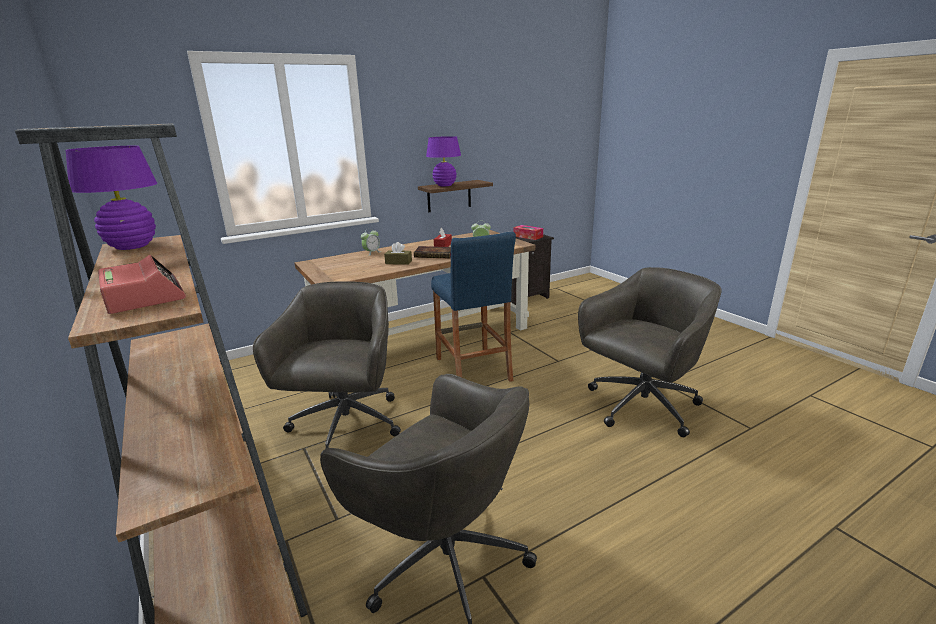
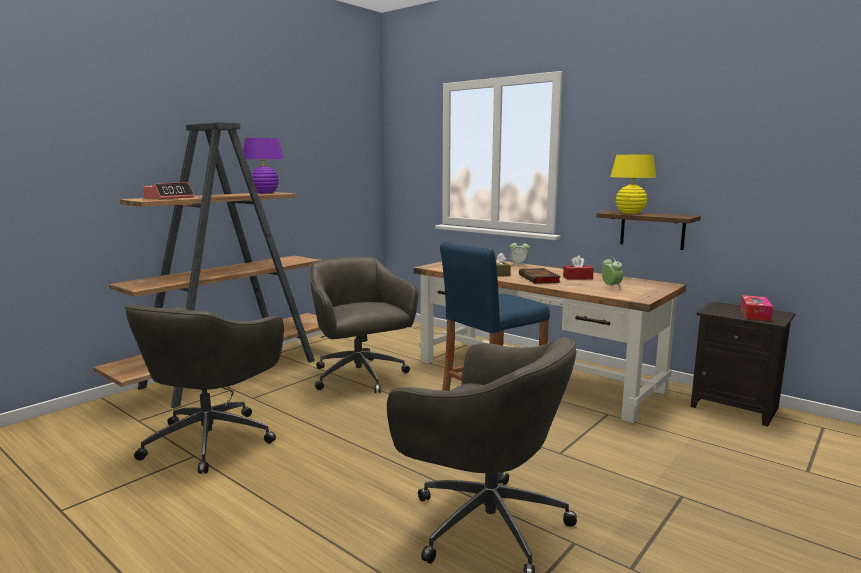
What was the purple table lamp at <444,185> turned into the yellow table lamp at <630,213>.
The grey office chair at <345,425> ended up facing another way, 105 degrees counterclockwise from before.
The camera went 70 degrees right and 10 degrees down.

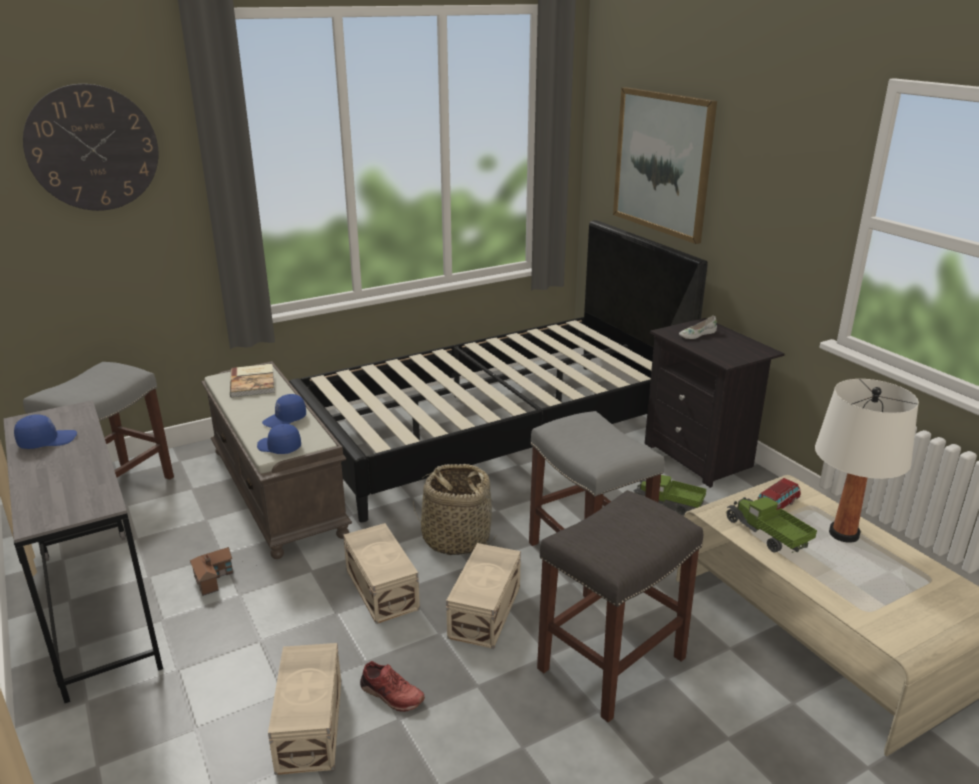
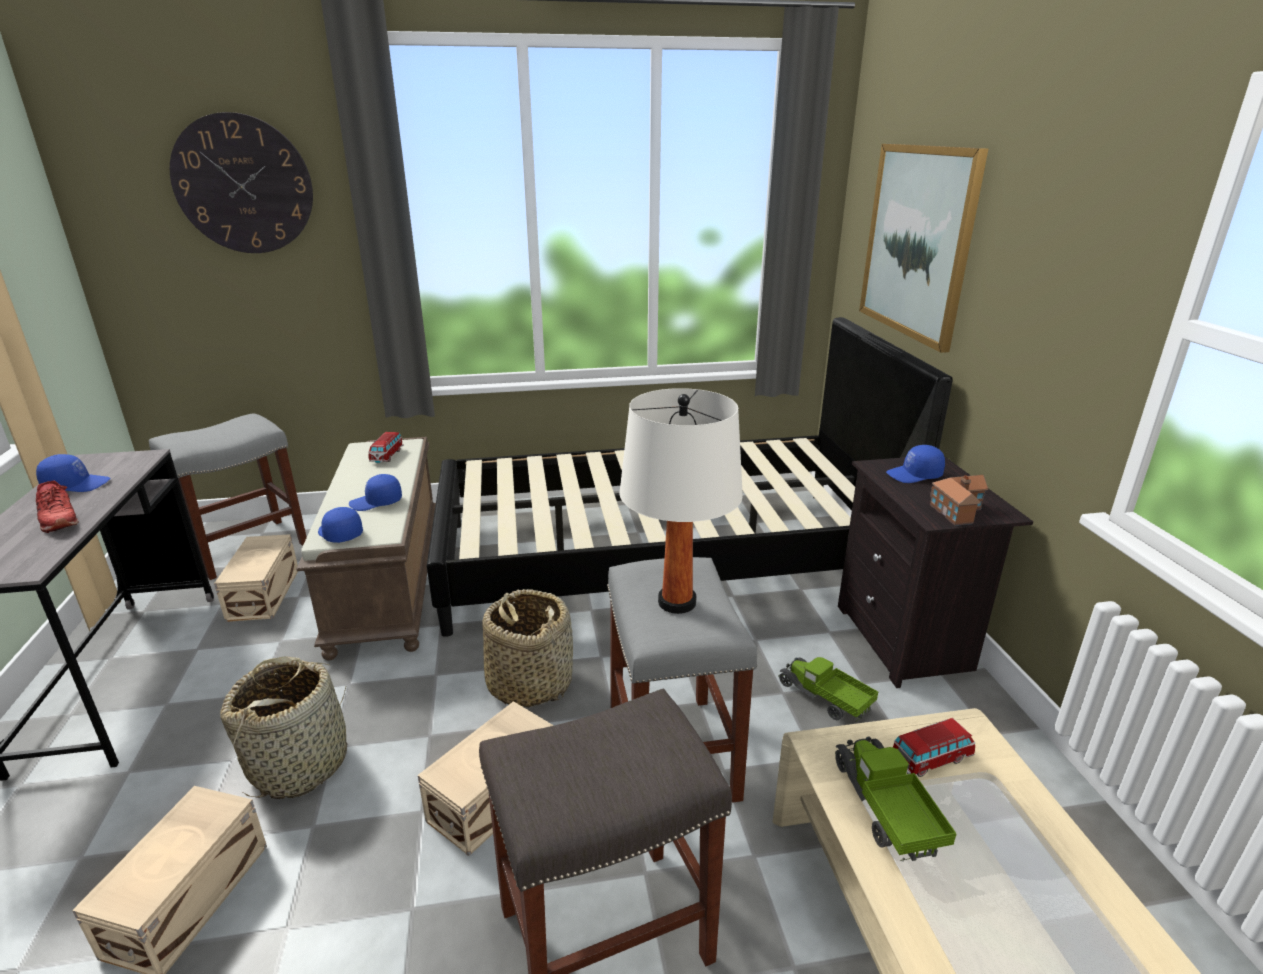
The second view gained the basket at <300,763>.
The toy house ended up elsewhere, having gone from <213,576> to <956,509>.
The beige storage box ended up elsewhere, having gone from <382,588> to <265,593>.
The red shoe ended up elsewhere, having gone from <391,695> to <58,519>.
The white table lamp ended up elsewhere, having gone from <844,534> to <677,602>.
Where the book stood at <254,382>, the toy car came to stand at <387,456>.
Where the white shoe stood at <696,334>, the blue cap came to stand at <914,475>.
The camera went 20 degrees right and 0 degrees up.

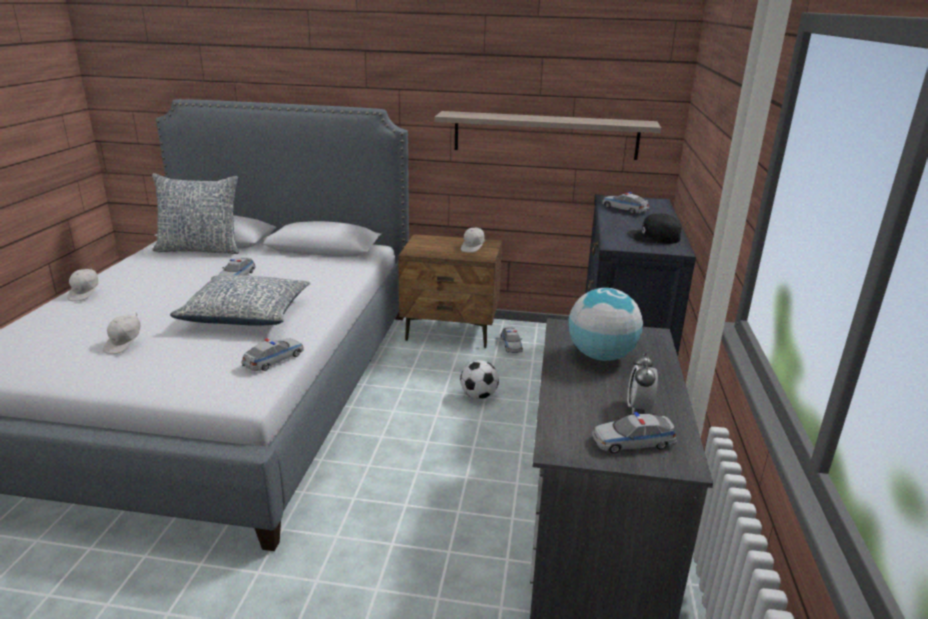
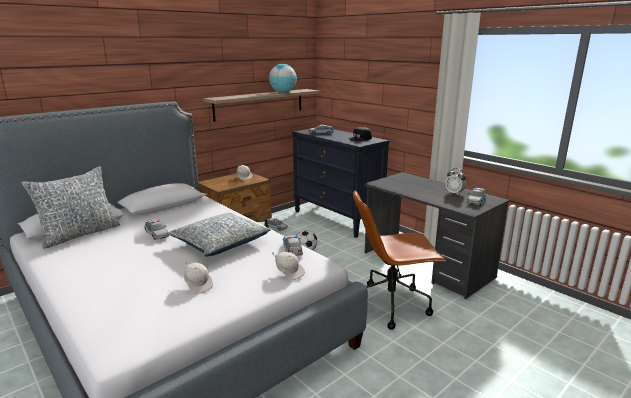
The second view gained the brown office chair at <391,304>.
The white cap ended up elsewhere, having gone from <86,294> to <289,272>.
The globe ended up elsewhere, having gone from <600,356> to <283,92>.
The camera went 50 degrees left and 5 degrees down.

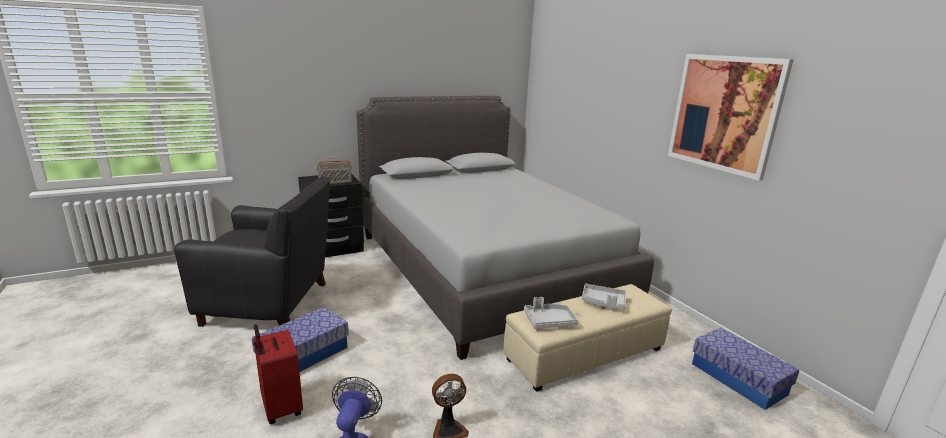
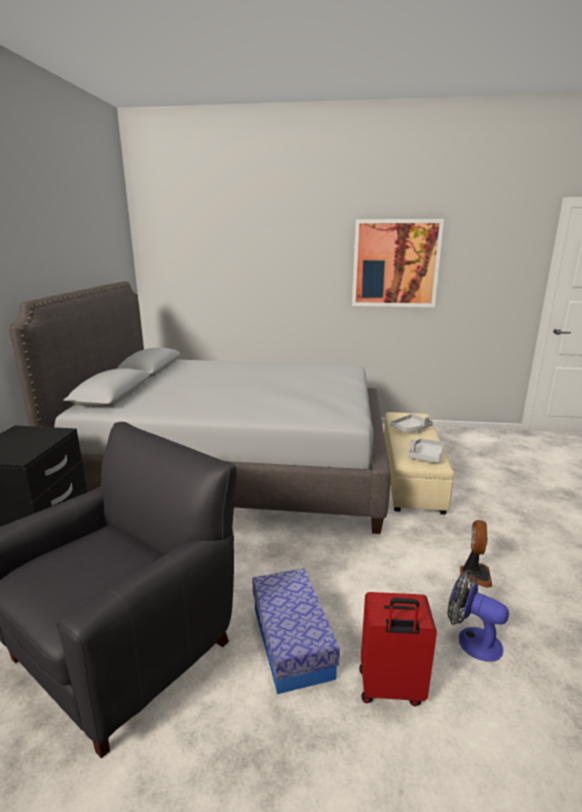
The second view lost the radio at <335,183>.
The second view lost the storage box at <738,378>.
The camera went 55 degrees left and 0 degrees up.

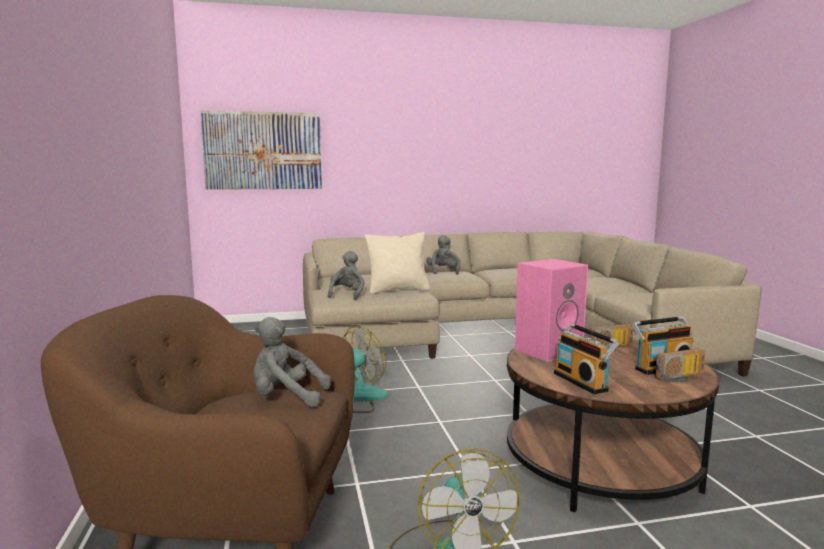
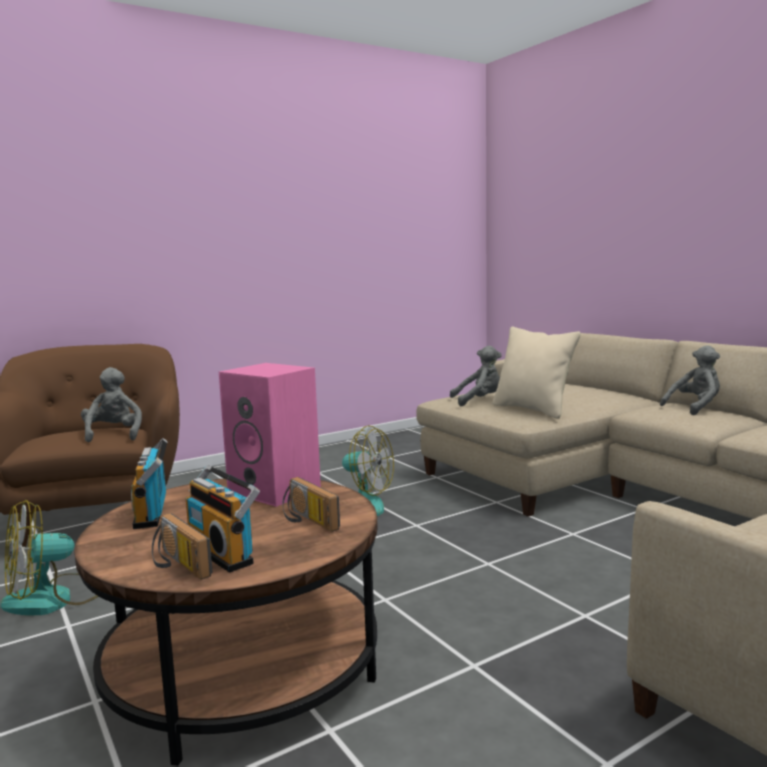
The second view lost the picture at <263,151>.
The radio at <582,381> ended up facing another way, 60 degrees counterclockwise from before.
The camera went 70 degrees right and 0 degrees up.

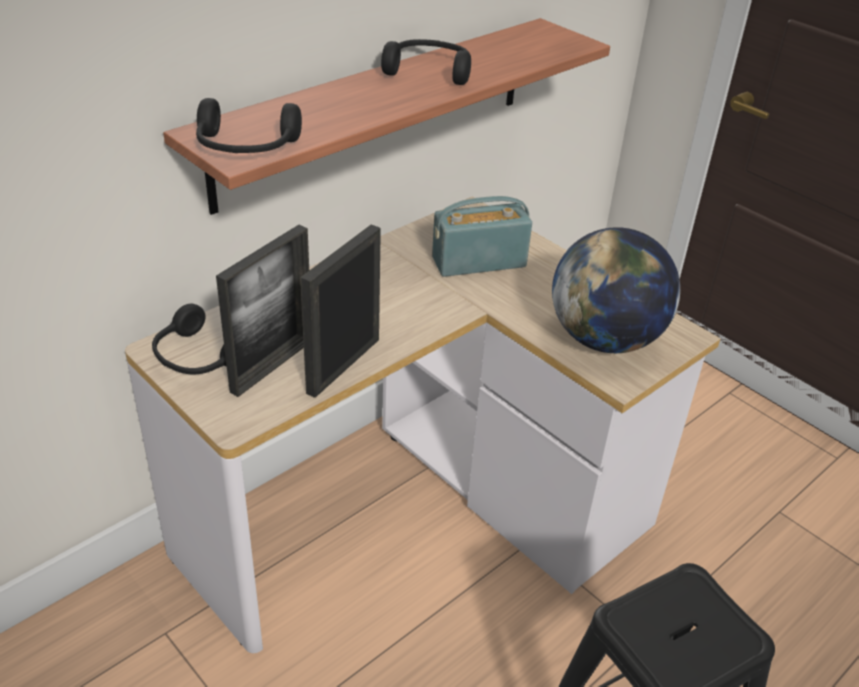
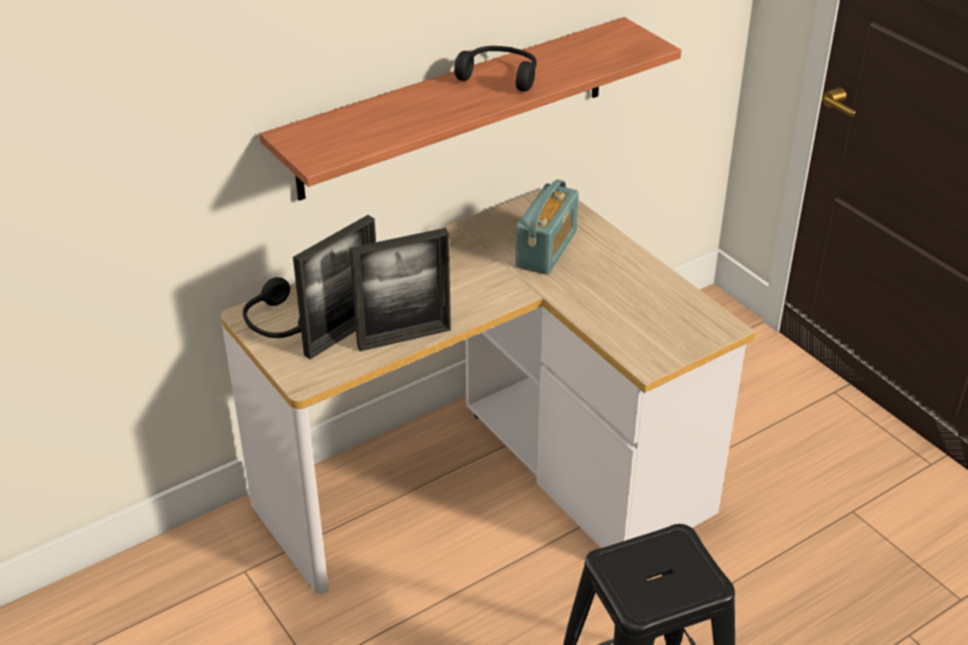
The second view lost the black headphones at <246,148>.
The second view lost the globe at <605,339>.
The picture frame at <343,365> ended up facing another way, 150 degrees counterclockwise from before.
The radio at <478,262> ended up facing another way, 120 degrees clockwise from before.
The camera went 10 degrees right and 0 degrees up.

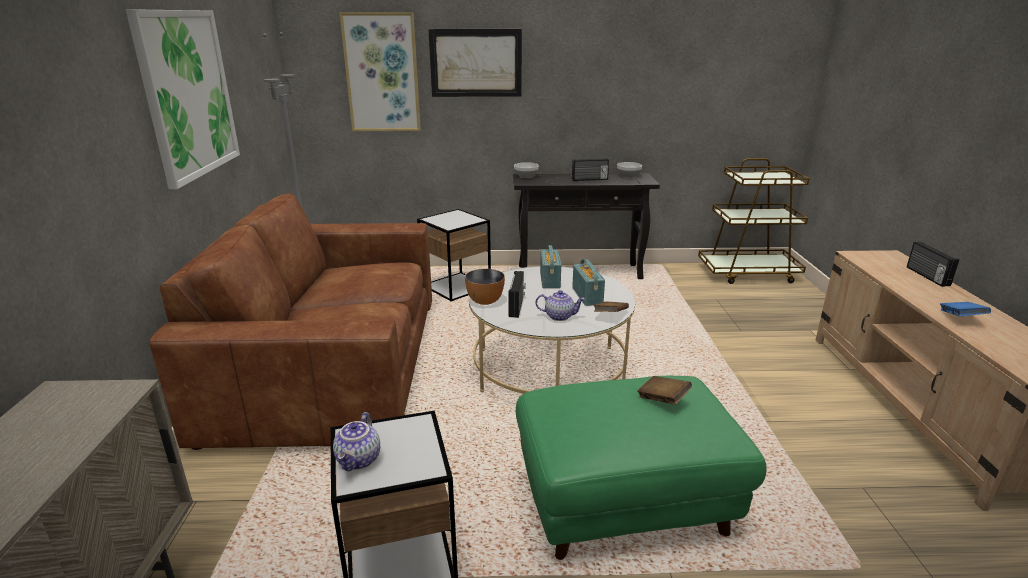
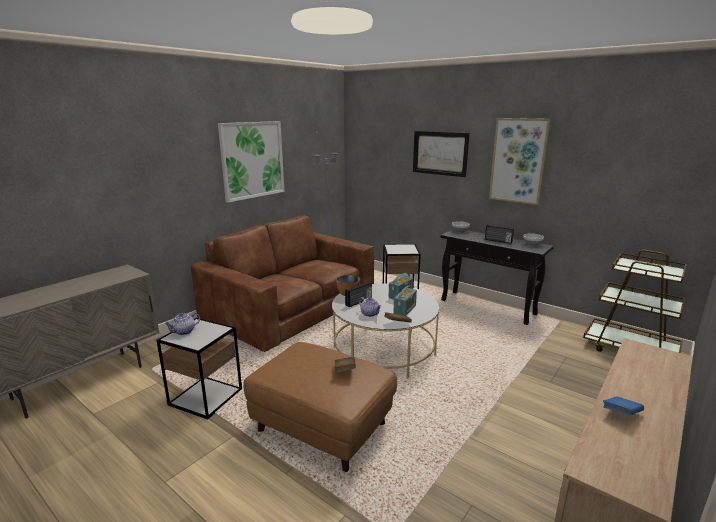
The second view lost the radio at <926,276>.
The picture ended up elsewhere, having gone from <382,73> to <518,161>.
What was the green ottoman at <624,502> turned into the brown ottoman at <321,427>.
The camera went 40 degrees right and 5 degrees down.

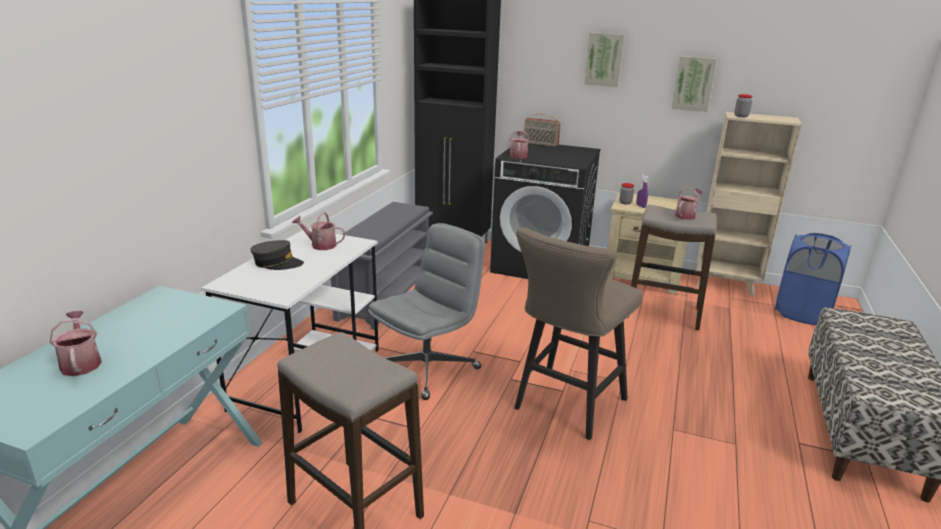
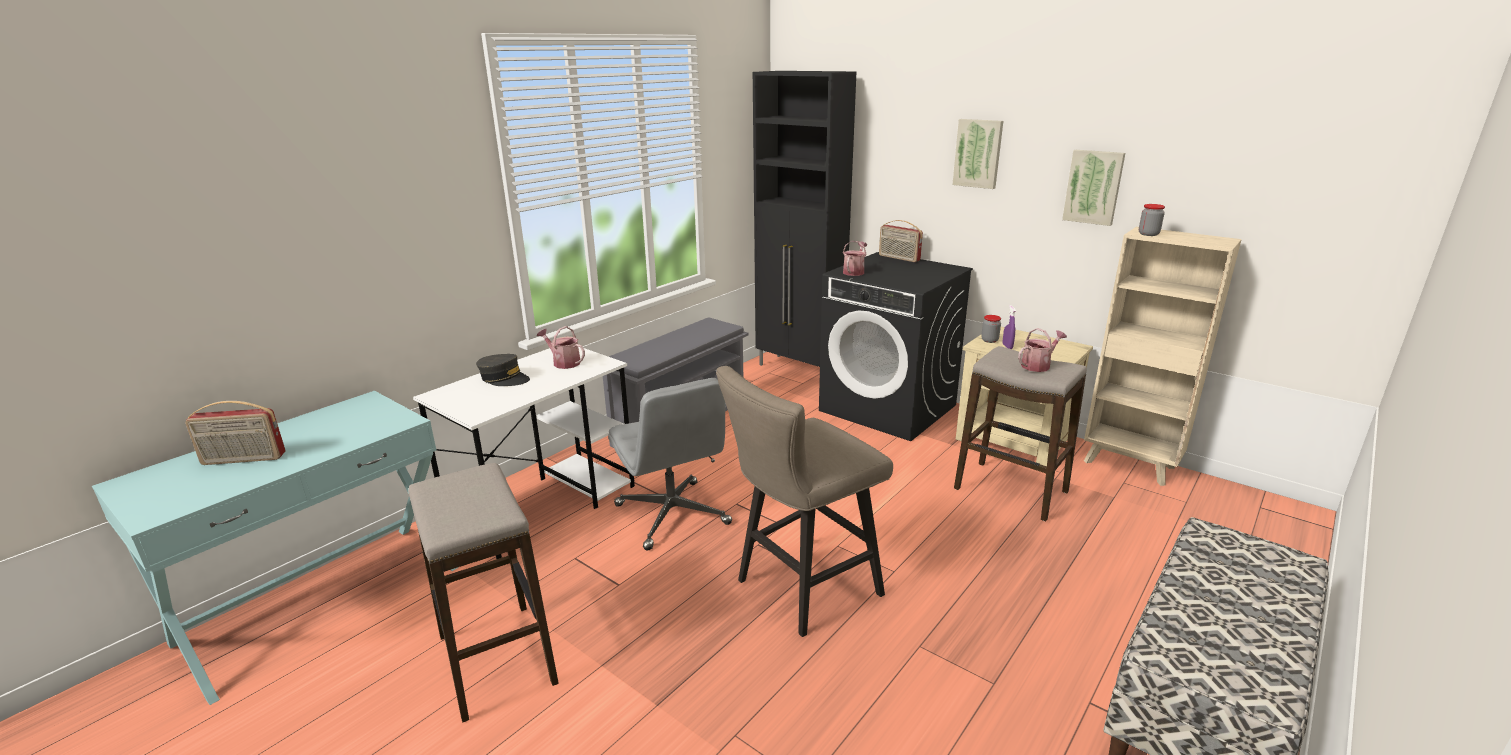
The second view lost the blue laundry basket at <802,313>.
Where the watering can stood at <81,362>, the radio came to stand at <243,459>.
The grey office chair at <427,368> ended up facing another way, 90 degrees clockwise from before.
The camera went 20 degrees right and 0 degrees up.

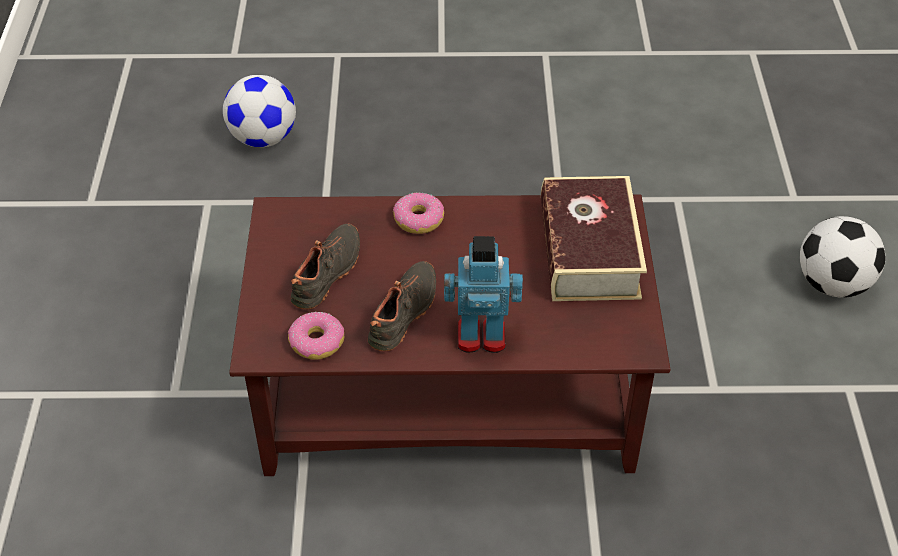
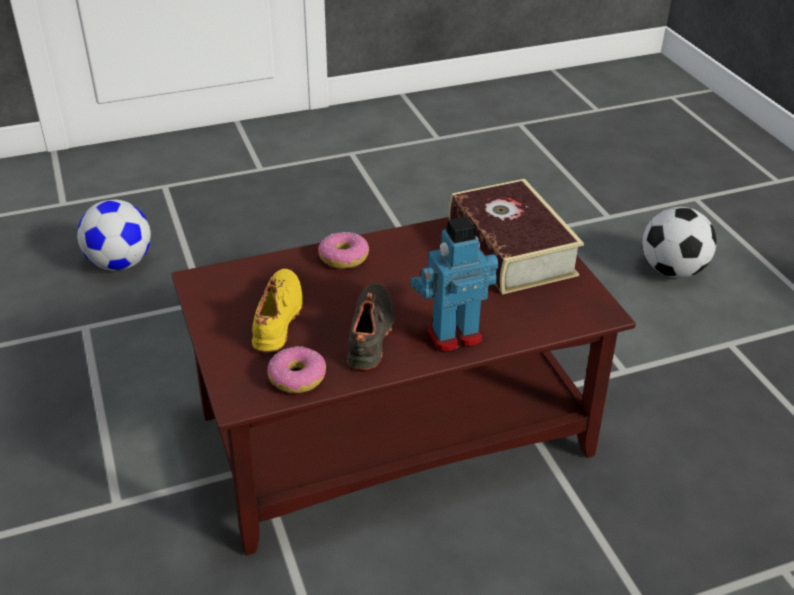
What was the black shoe at <329,274> turned into the yellow shoe at <279,319>.
The camera went 20 degrees left and 10 degrees down.

